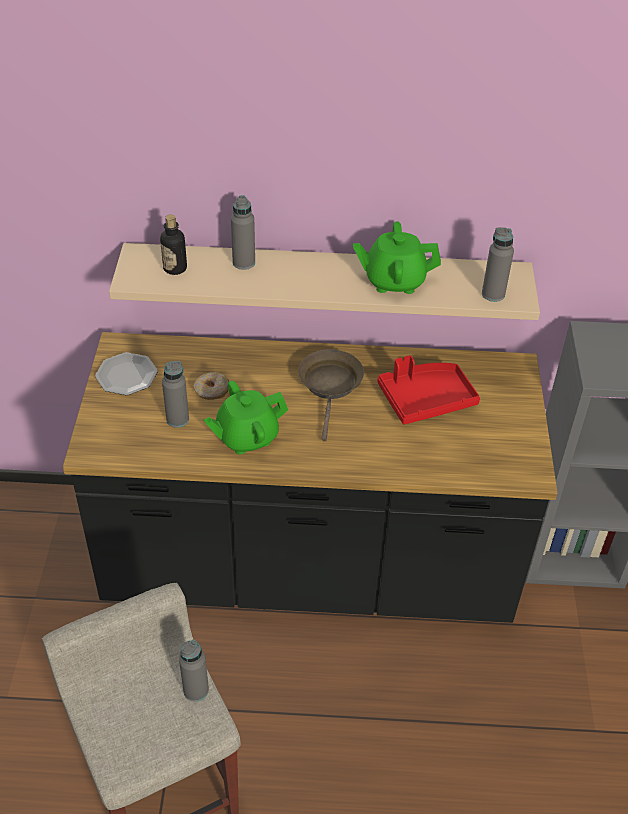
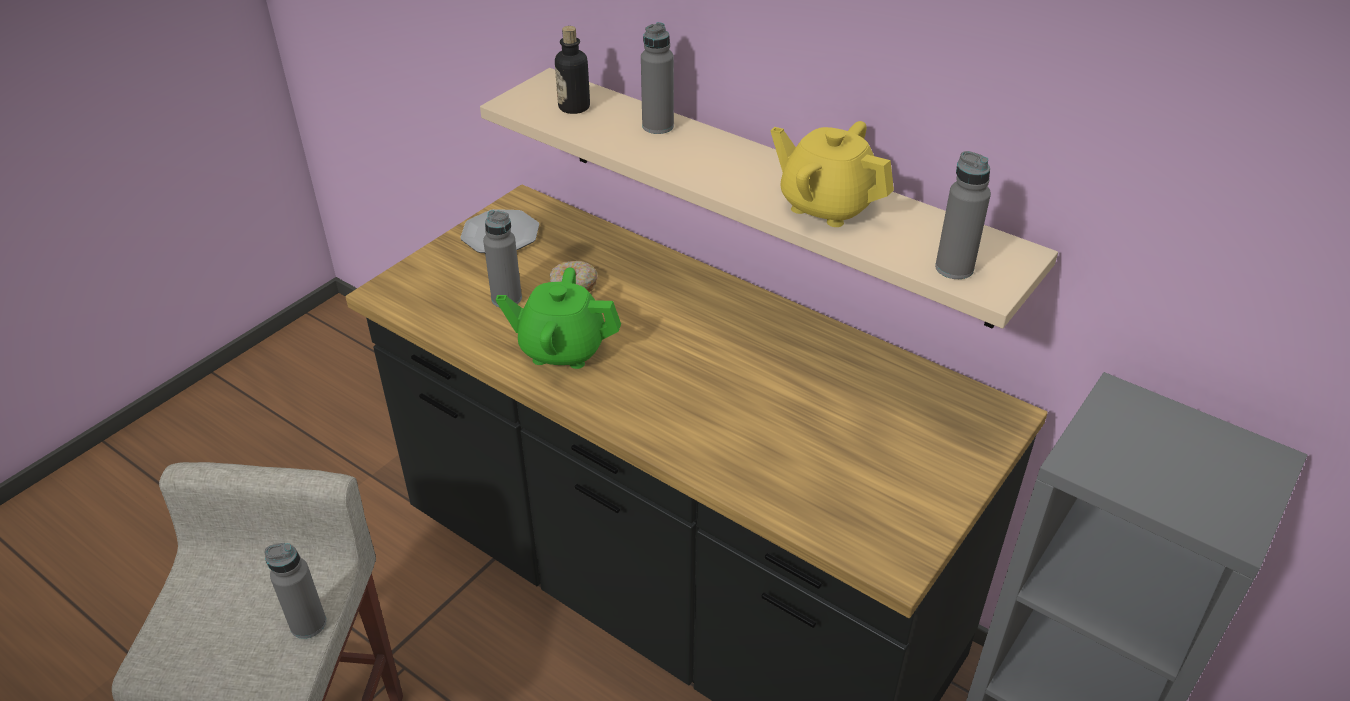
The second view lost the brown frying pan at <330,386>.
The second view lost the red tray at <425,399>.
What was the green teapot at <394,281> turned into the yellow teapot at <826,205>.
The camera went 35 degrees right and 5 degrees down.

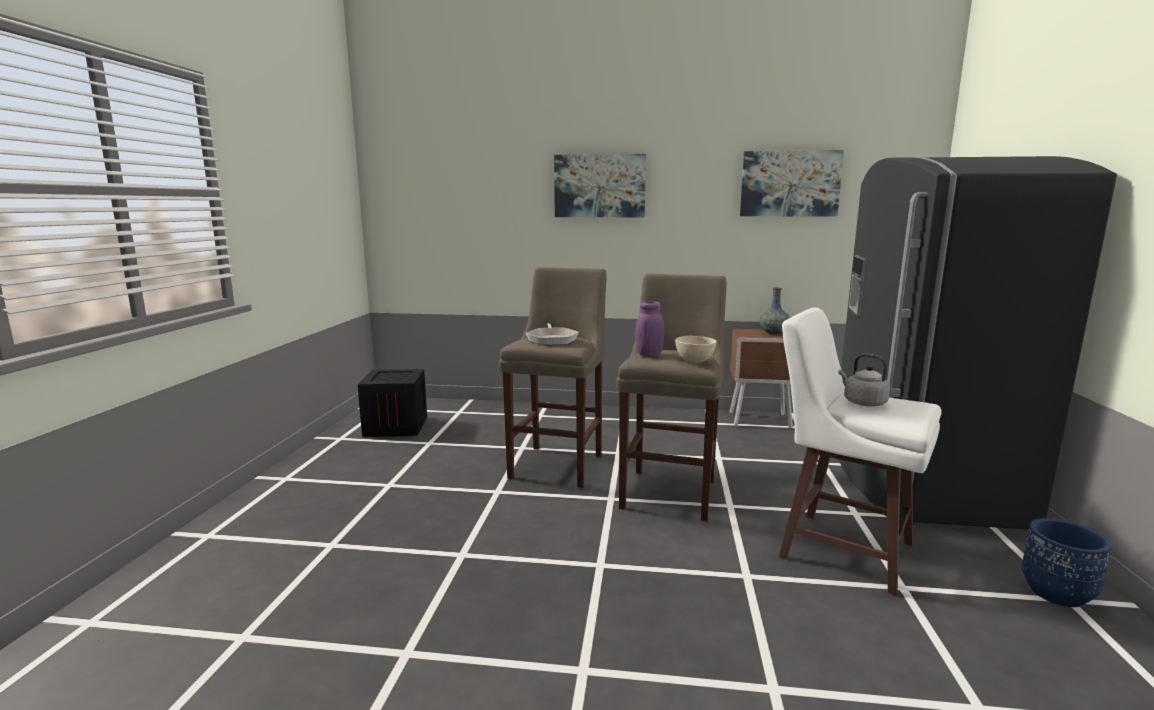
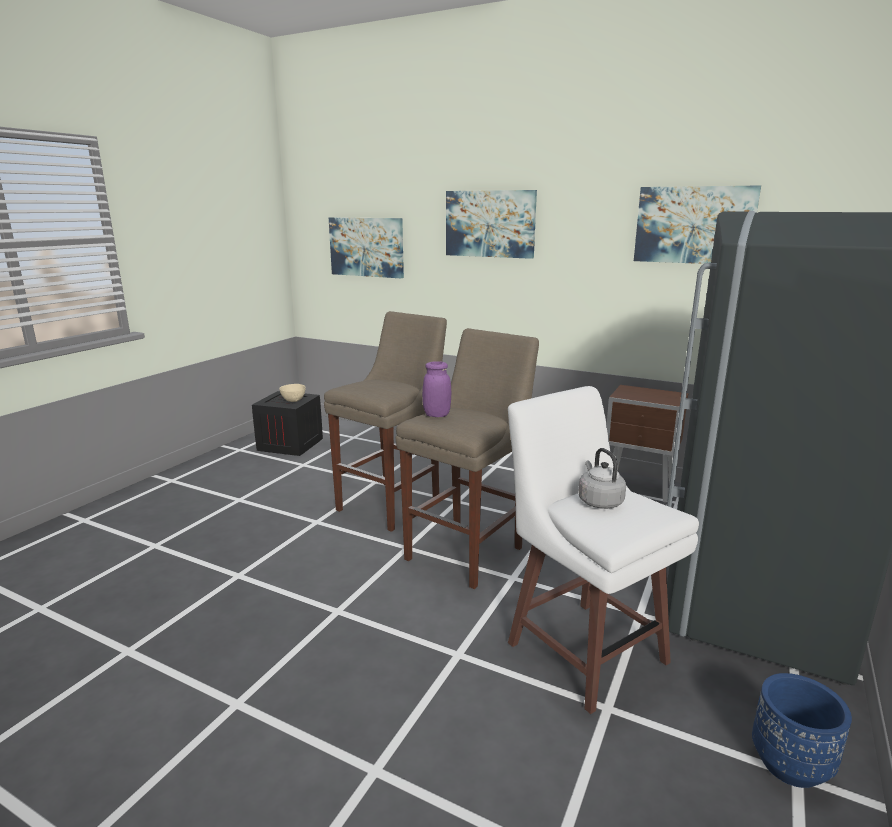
The second view lost the frying pan at <552,339>.
The second view lost the vase at <774,333>.
The second view gained the picture at <367,247>.
The beige bowl ended up elsewhere, having gone from <694,361> to <293,400>.
The camera went 20 degrees right and 5 degrees up.

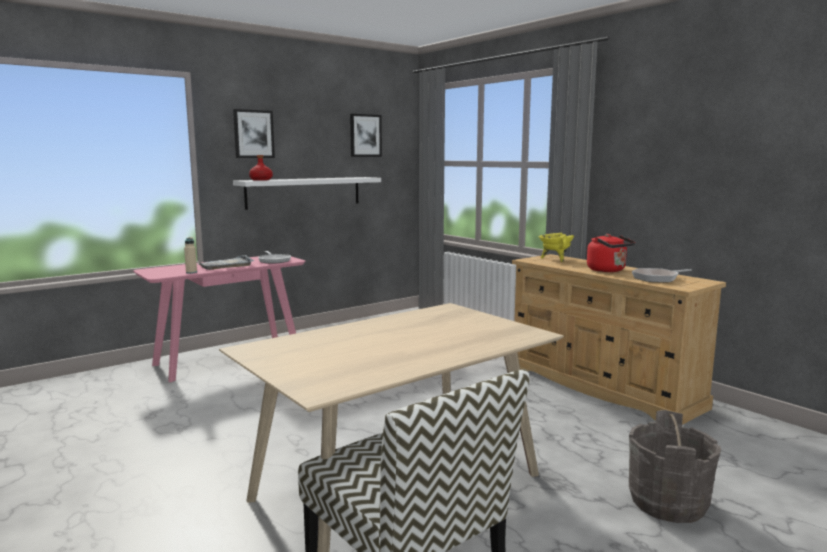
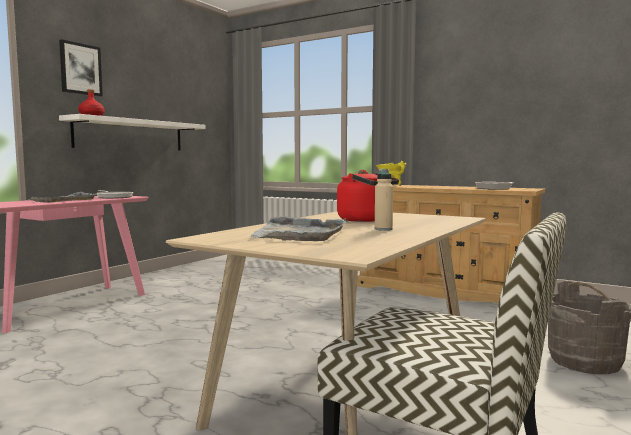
The second view lost the picture at <365,135>.
The second view gained the grey tray at <299,234>.
The beige bottle ended up elsewhere, having gone from <191,272> to <383,229>.
The red kettle ended up elsewhere, having gone from <608,270> to <366,220>.
The camera went 20 degrees left and 5 degrees down.

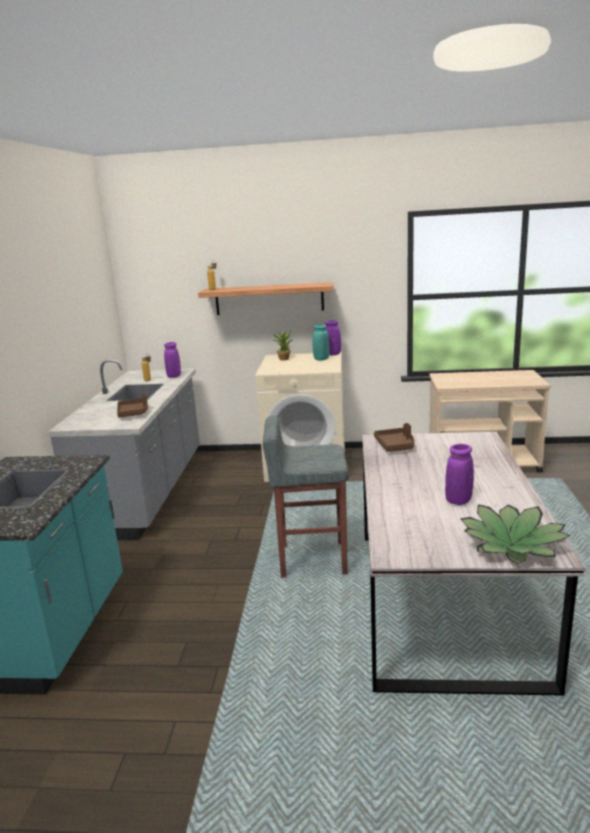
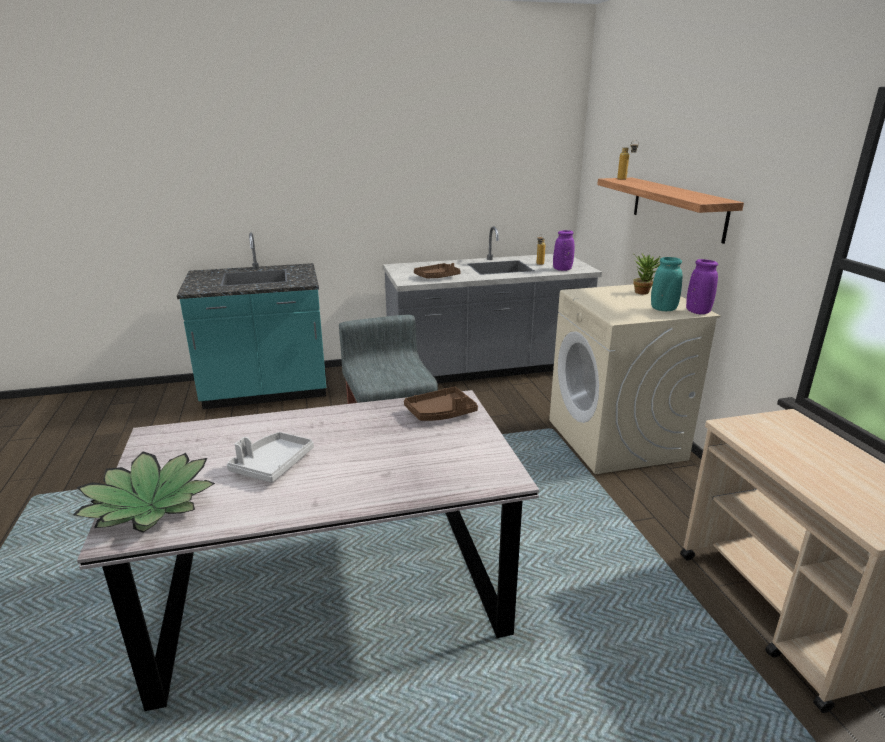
Where the purple vase stood at <458,500>, the grey tray came to stand at <272,465>.
The camera went 70 degrees right and 5 degrees up.

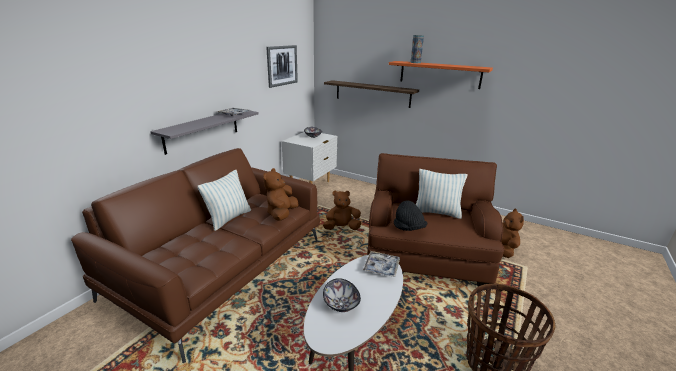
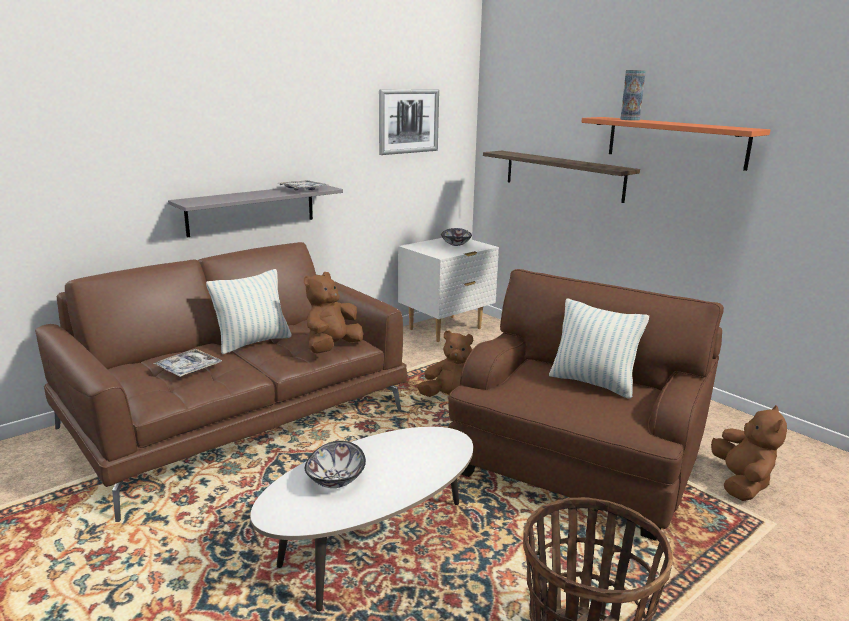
The second view lost the black hat at <408,228>.
The tray ended up elsewhere, having gone from <381,267> to <188,368>.
The camera went 20 degrees right and 5 degrees down.

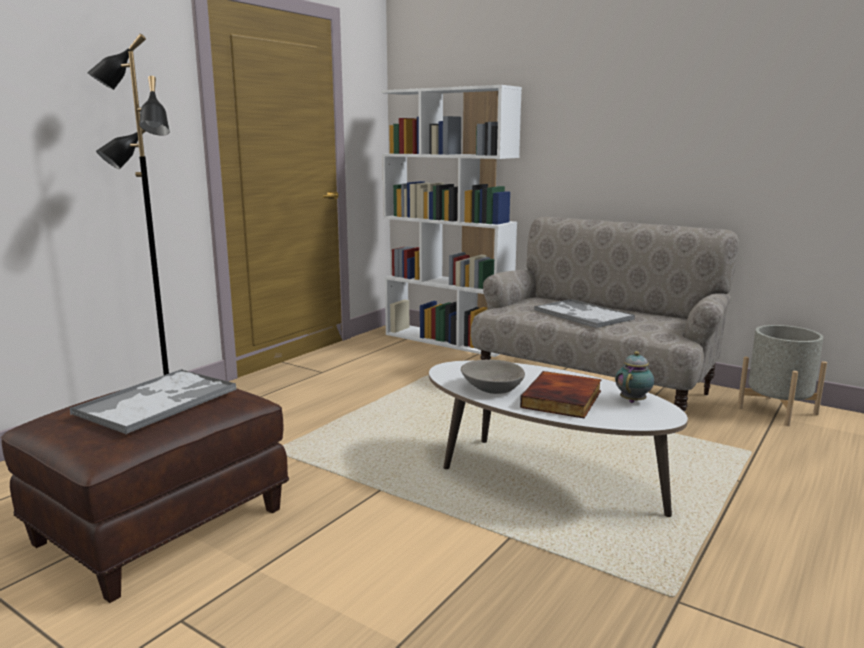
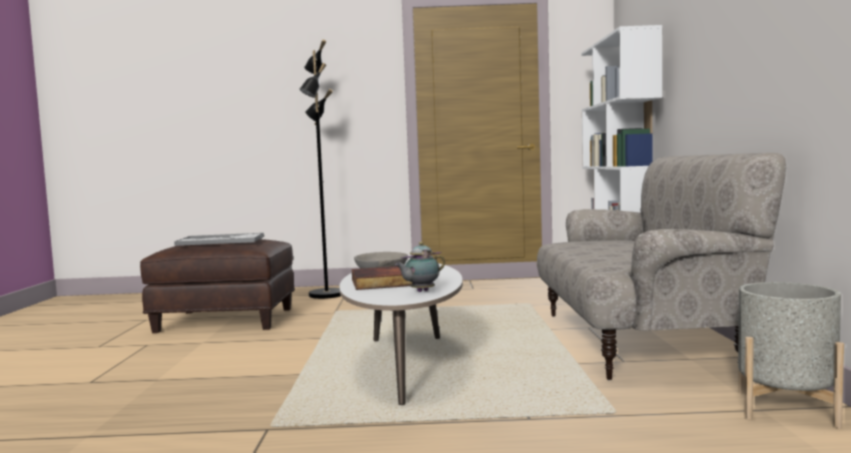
The second view lost the tray at <582,314>.
The teapot at <633,400> ended up facing another way, 150 degrees clockwise from before.
The camera went 55 degrees right and 10 degrees down.

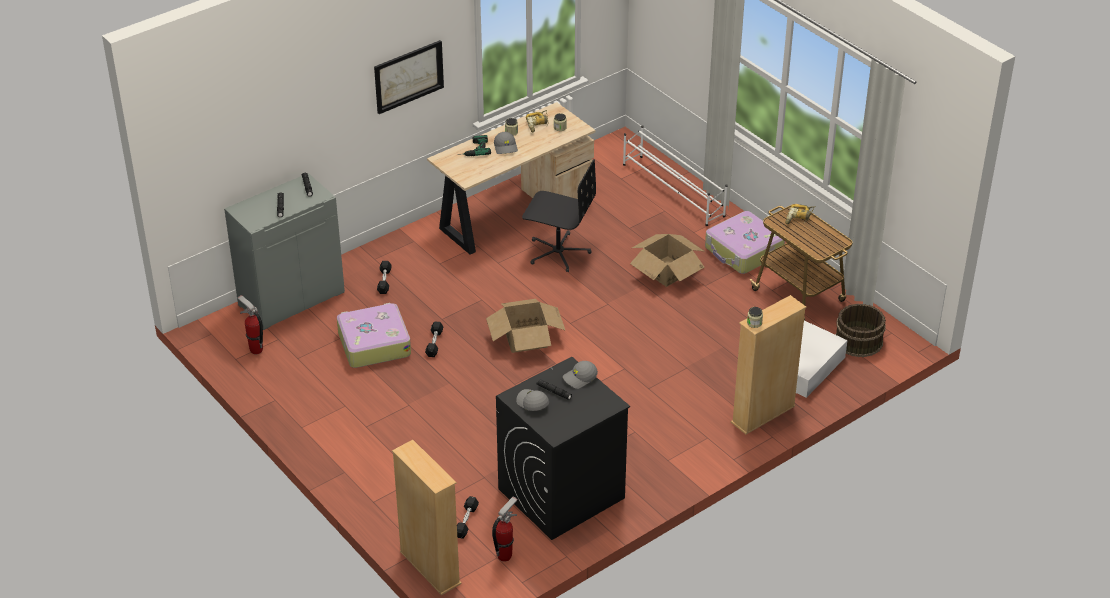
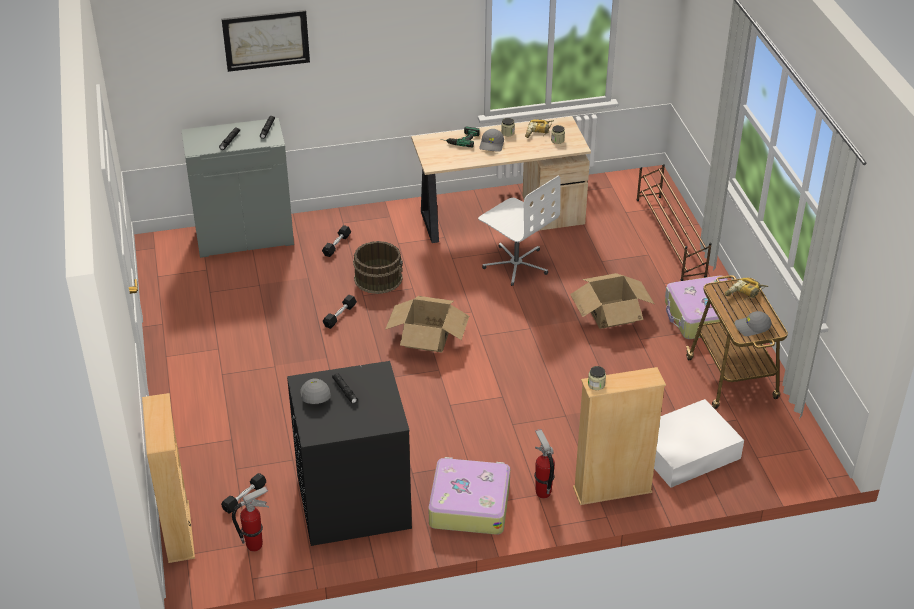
The fire extinguisher ended up elsewhere, having gone from <256,350> to <543,492>.
The suitcase ended up elsewhere, having gone from <373,343> to <469,504>.
The picture ended up elsewhere, having gone from <408,76> to <266,40>.
The grey cap ended up elsewhere, having gone from <580,378> to <752,327>.
The brown bucket ended up elsewhere, having gone from <858,341> to <378,278>.
What was the black office chair at <558,252> turned into the white office chair at <516,264>.
What was the white shoe rack at <673,190> turned into the brown shoe rack at <670,237>.
The camera went 25 degrees right and 0 degrees up.

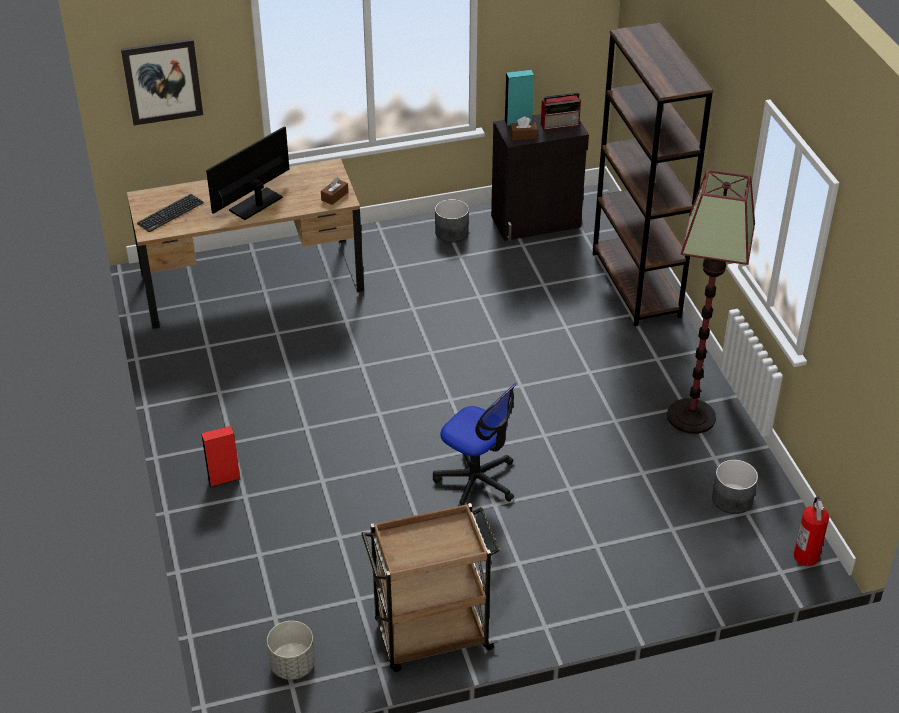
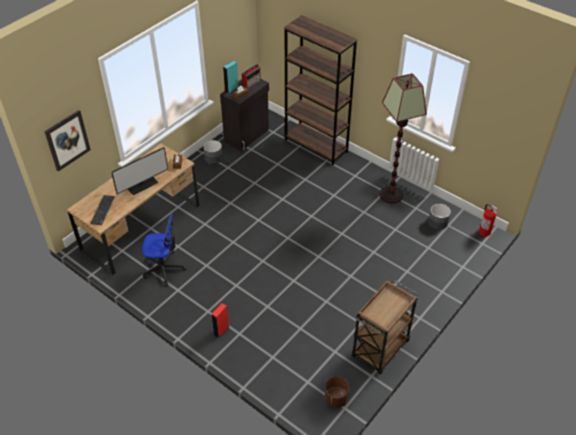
The office chair ended up elsewhere, having gone from <476,481> to <164,268>.
What was the grey planter at <292,665> turned into the brown planter at <336,398>.
The monitor at <256,204> ended up facing another way, 135 degrees counterclockwise from before.
The camera went 35 degrees left and 5 degrees up.

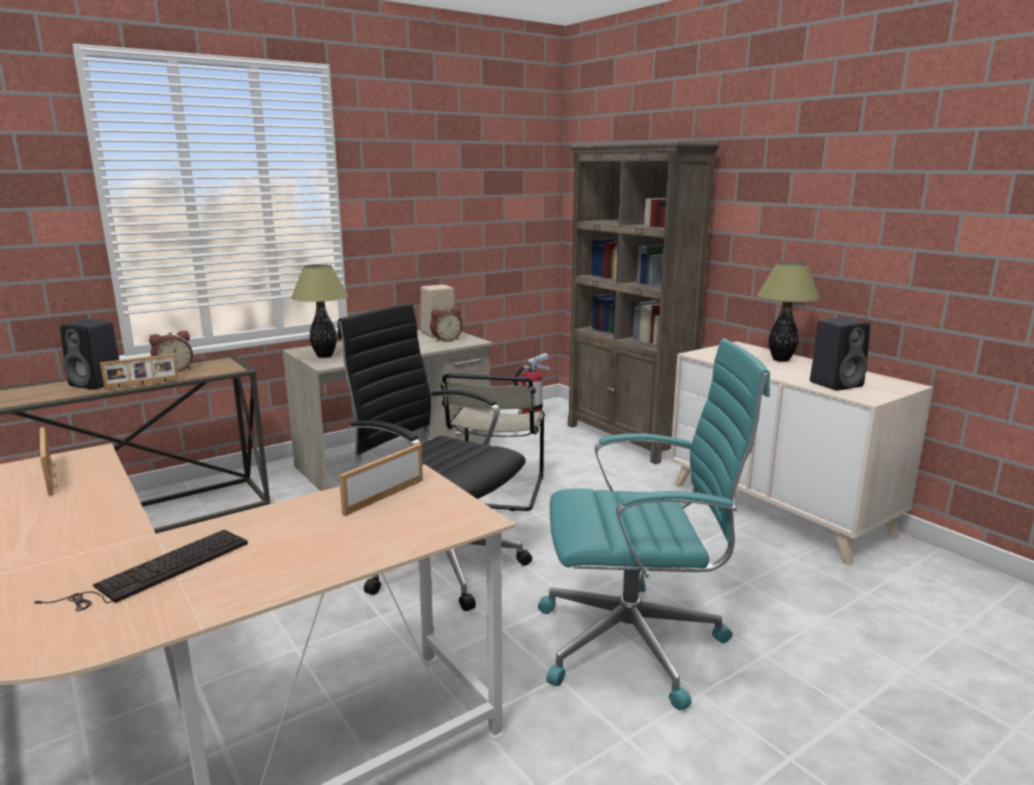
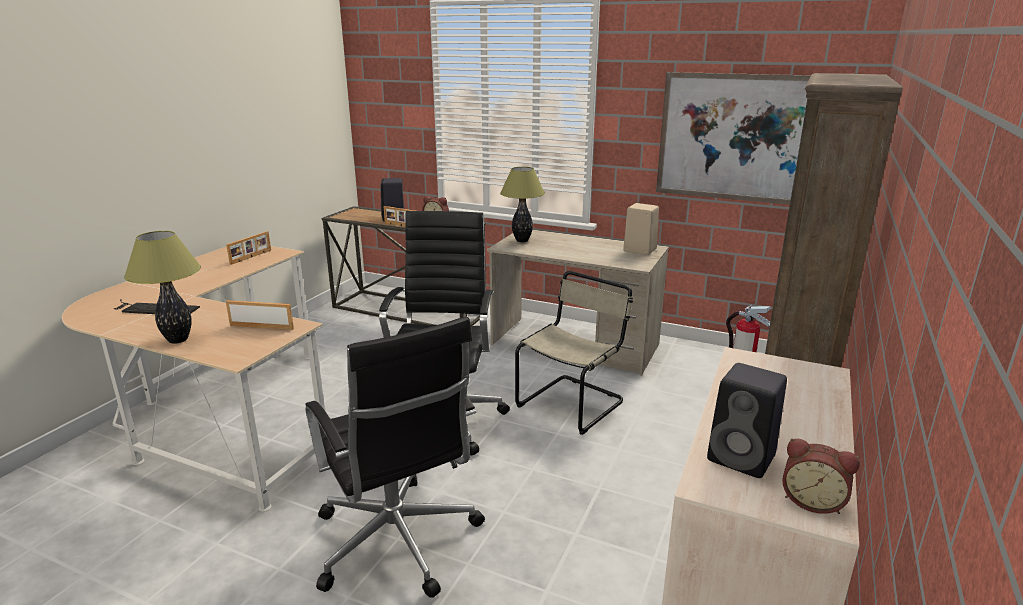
The second view gained the picture at <741,138>.
The alarm clock ended up elsewhere, having gone from <445,339> to <812,501>.
The table lamp ended up elsewhere, having gone from <781,360> to <177,340>.
What was the turquoise office chair at <636,643> turned into the black office chair at <397,543>.
The beige chair at <495,492> ended up facing another way, 150 degrees clockwise from before.
The camera went 60 degrees right and 5 degrees up.

